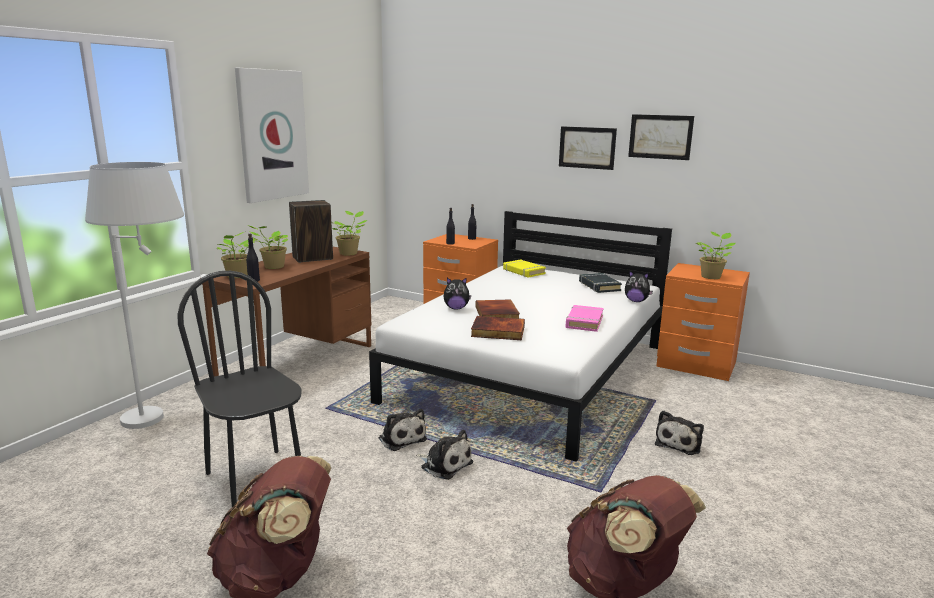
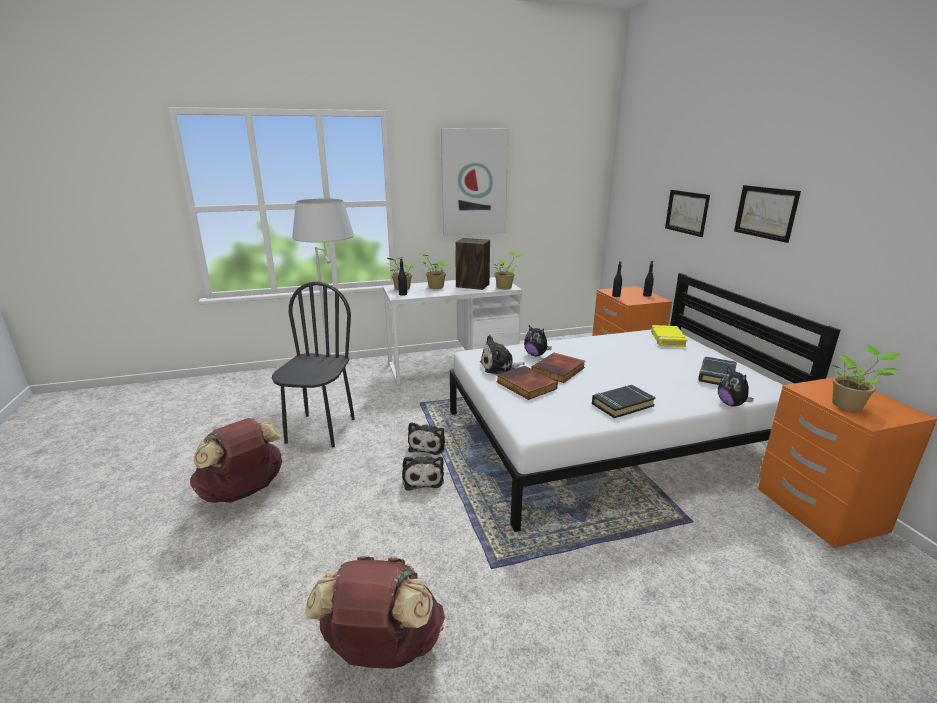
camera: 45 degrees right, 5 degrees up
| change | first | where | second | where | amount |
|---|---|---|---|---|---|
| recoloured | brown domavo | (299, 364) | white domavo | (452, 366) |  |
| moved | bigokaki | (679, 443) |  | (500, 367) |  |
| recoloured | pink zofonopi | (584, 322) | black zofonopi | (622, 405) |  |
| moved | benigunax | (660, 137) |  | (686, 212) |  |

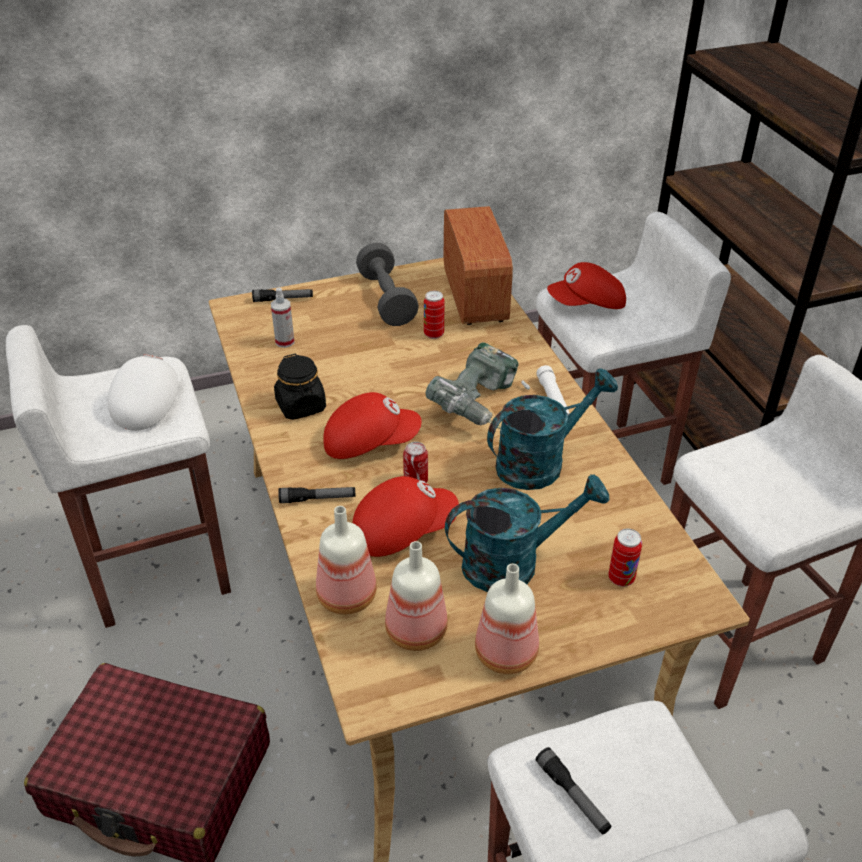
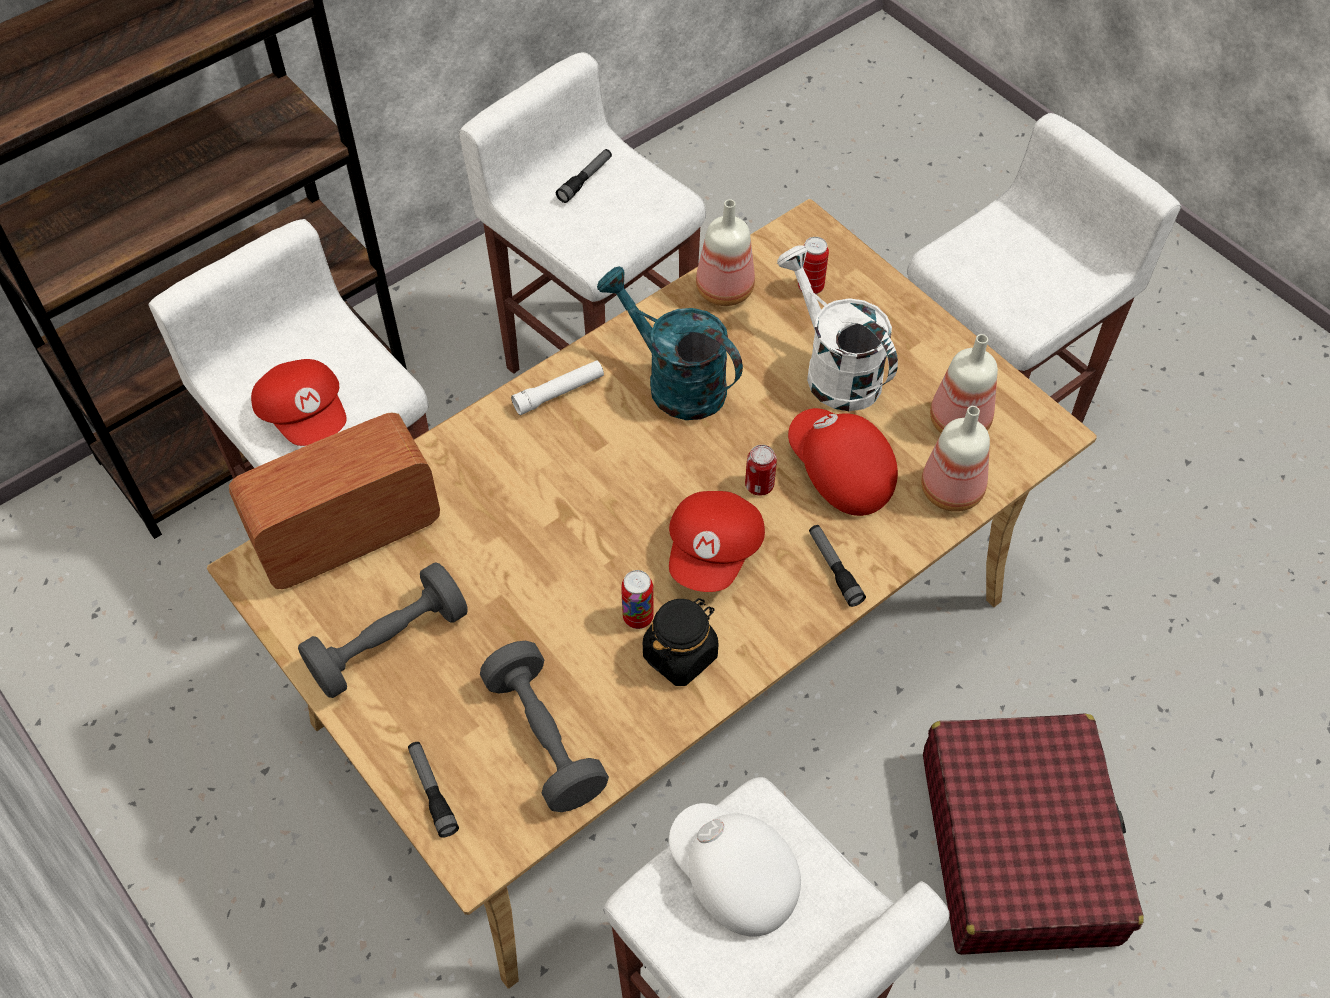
camera: 110 degrees left, 15 degrees up
| change | first | where | second | where | amount |
|---|---|---|---|---|---|
| replaced | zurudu | (285, 342) | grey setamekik | (545, 738) |  |
| moved | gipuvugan | (572, 796) |  | (585, 180) |  |
| moved | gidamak | (434, 334) |  | (638, 617) |  |
| turned | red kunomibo | (370, 442) |  | (714, 552) | 135 degrees counterclockwise |
| turned | white kunomibo | (149, 403) |  | (733, 877) | 45 degrees clockwise |
| moved | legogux | (505, 651) |  | (723, 290) |  |
| recoloured | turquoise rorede | (514, 562) | white rorede | (833, 369) |  |
| removed | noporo | (481, 406) |  |  |  |

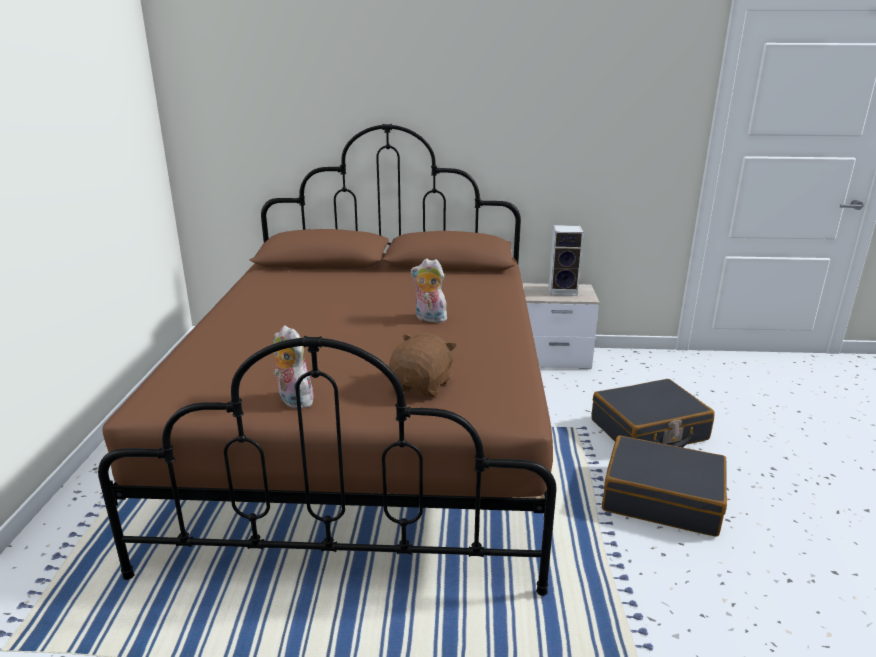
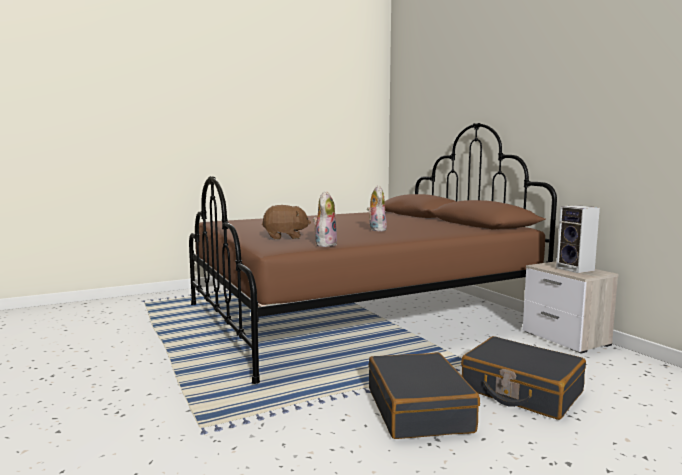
camera: 60 degrees right, 15 degrees down
| change | first | where | second | where | amount |
|---|---|---|---|---|---|
| moved | bigokaki | (292, 400) |  | (325, 244) |  |

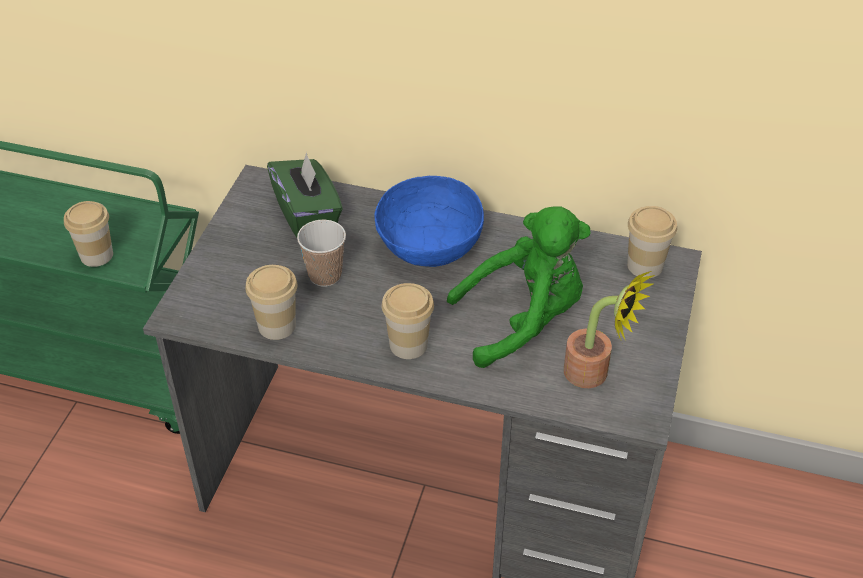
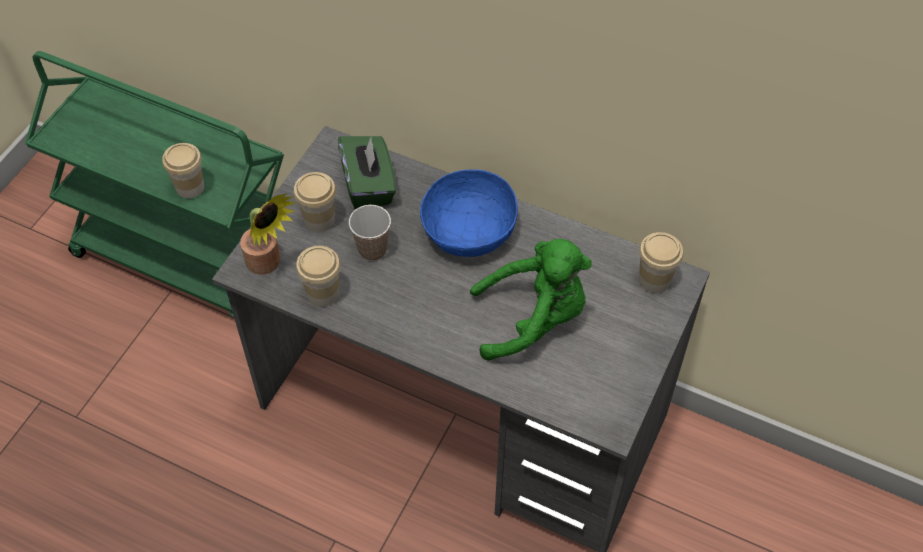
camera: 10 degrees right, 10 degrees up
| change | first | where | second | where | amount |
|---|---|---|---|---|---|
| moved | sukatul | (594, 375) |  | (268, 264) |  |
| moved | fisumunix | (408, 344) |  | (319, 219) |  |

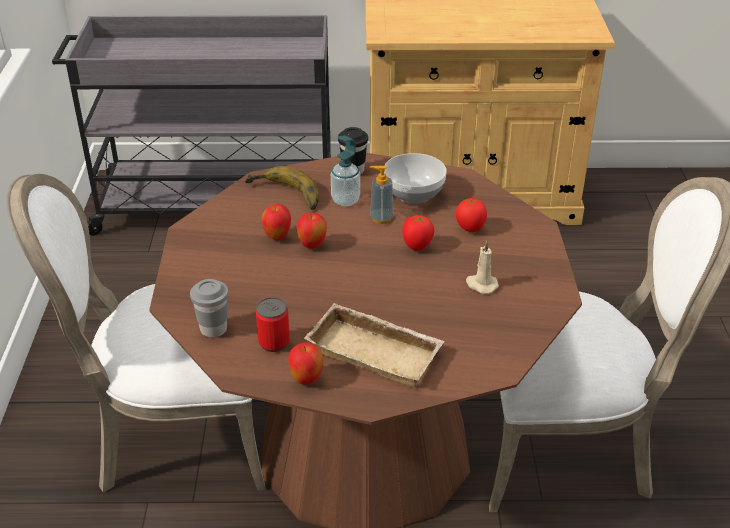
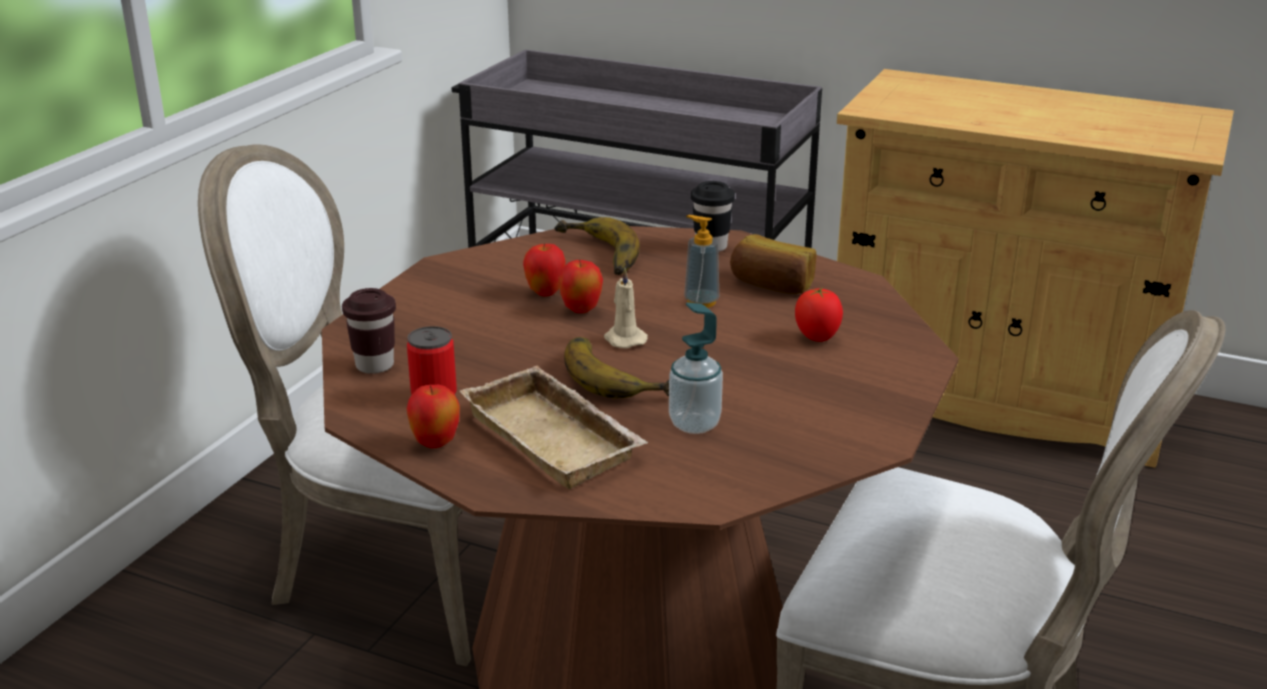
camera: 25 degrees right, 10 degrees down
| change | first | where | second | where | amount |
|---|---|---|---|---|---|
| recoloured | grey fisumunix | (213, 329) | brown fisumunix | (375, 365) |  |
| added |  |  | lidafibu | (619, 375) |  |
| moved | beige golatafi | (481, 284) |  | (624, 339) |  |
| moved | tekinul | (345, 200) |  | (694, 424) |  |
| replaced | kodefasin | (413, 193) | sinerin | (771, 285) |  |
| removed | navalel | (417, 247) |  |  |  |

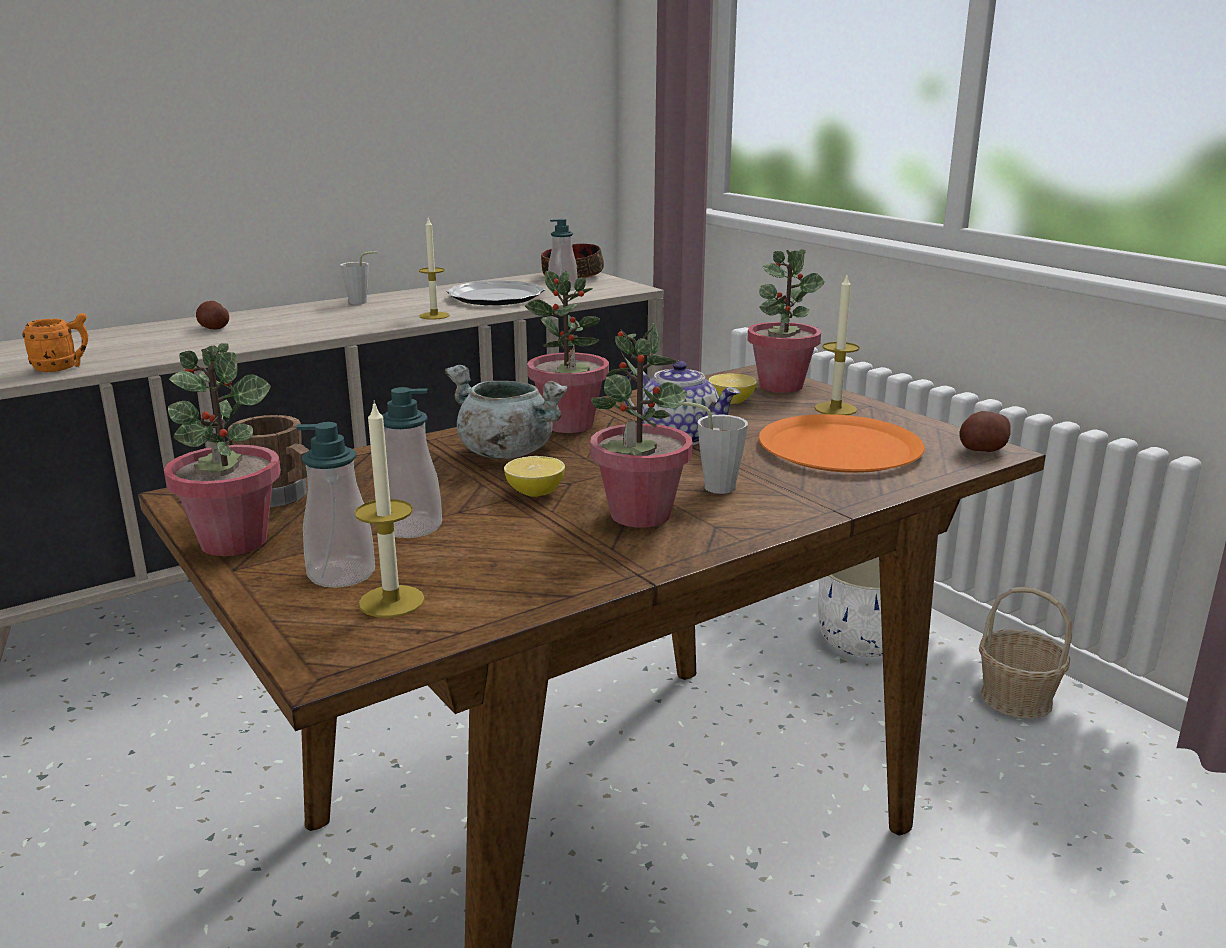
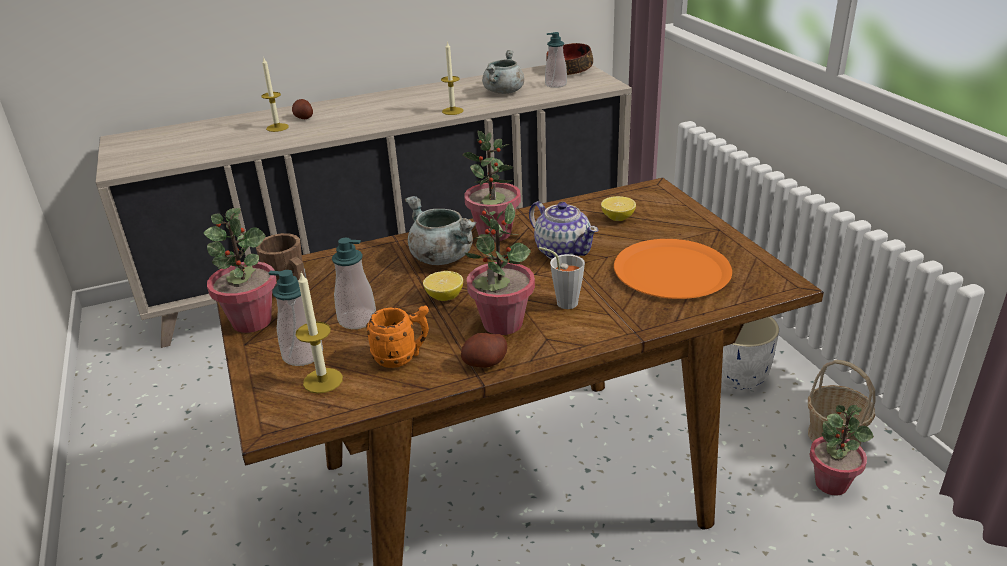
camera: 15 degrees right, 10 degrees up
| change | first | where | second | where | amount |
|---|---|---|---|---|---|
| moved | golatafi | (835, 409) |  | (277, 127) |  |
| moved | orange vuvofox | (63, 368) |  | (402, 357) |  |
| moved | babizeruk | (983, 450) |  | (485, 363) |  |
| replaced | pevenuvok | (496, 297) | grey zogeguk | (503, 92) |  |
| moved | sukatul | (781, 386) |  | (831, 483) |  |
| removed | grey fisumunix | (362, 302) |  |  |  |

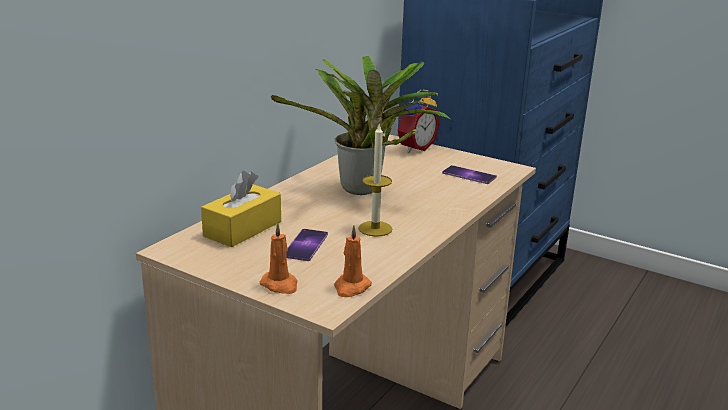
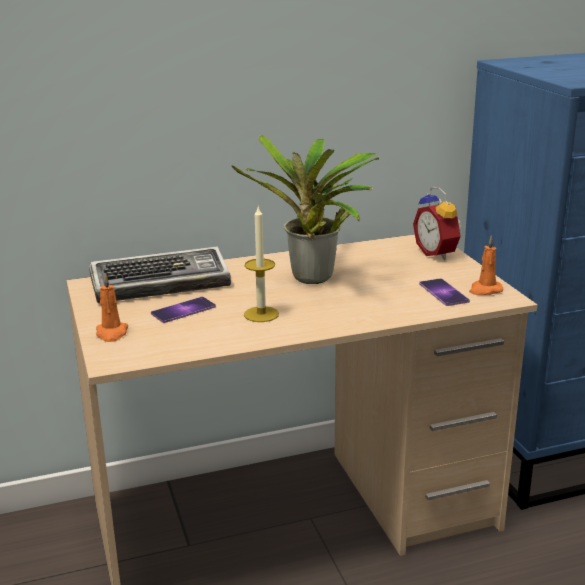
camera: 40 degrees right, 0 degrees up
| change | first | where | second | where | amount |
|---|---|---|---|---|---|
| replaced | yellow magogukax | (243, 229) | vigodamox | (162, 284) |  |
| turned | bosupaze | (414, 148) |  | (438, 253) | 75 degrees clockwise |
| moved | orange golatafi | (351, 287) |  | (485, 290) |  |

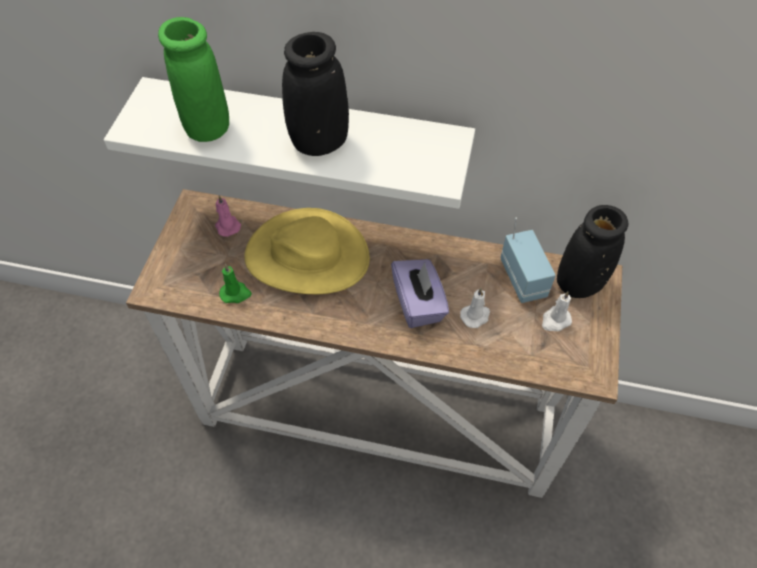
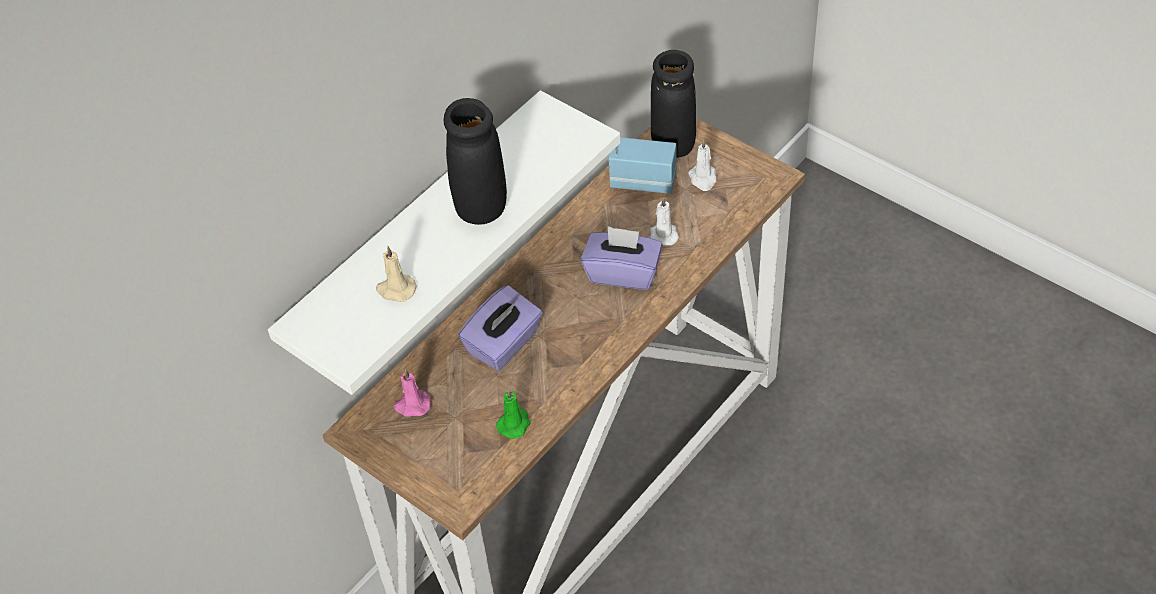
camera: 60 degrees left, 5 degrees down
| change | first | where | second | where | amount |
|---|---|---|---|---|---|
| replaced | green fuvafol | (207, 127) | beige golatafi | (396, 289) |  |
| replaced | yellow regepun | (307, 256) | purple magogukax | (504, 344) |  |

